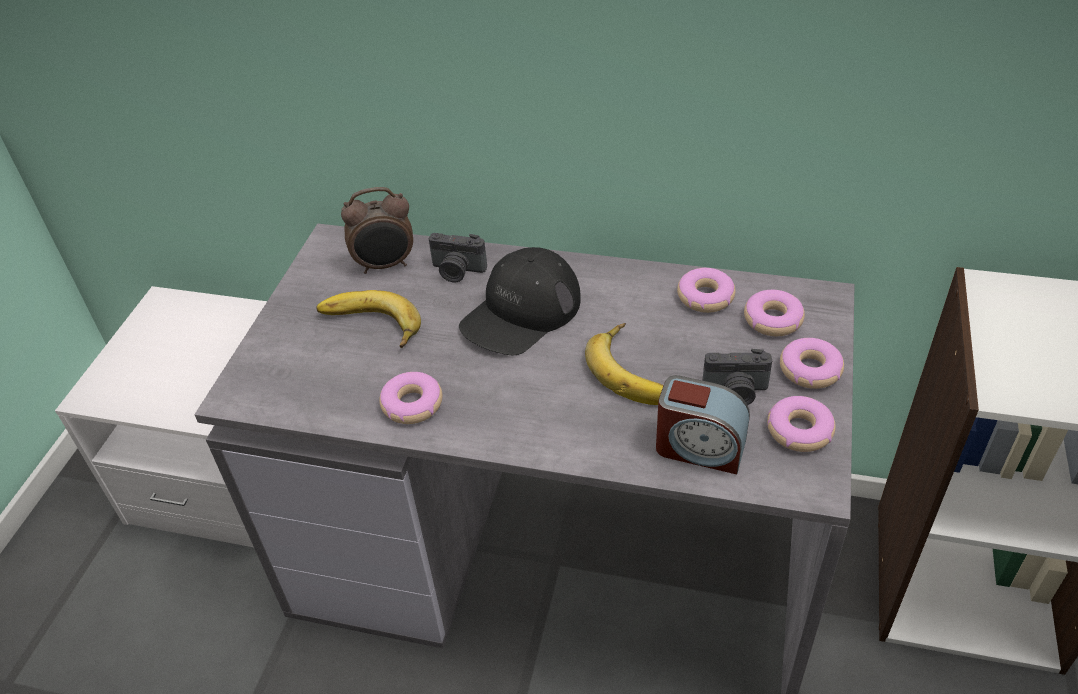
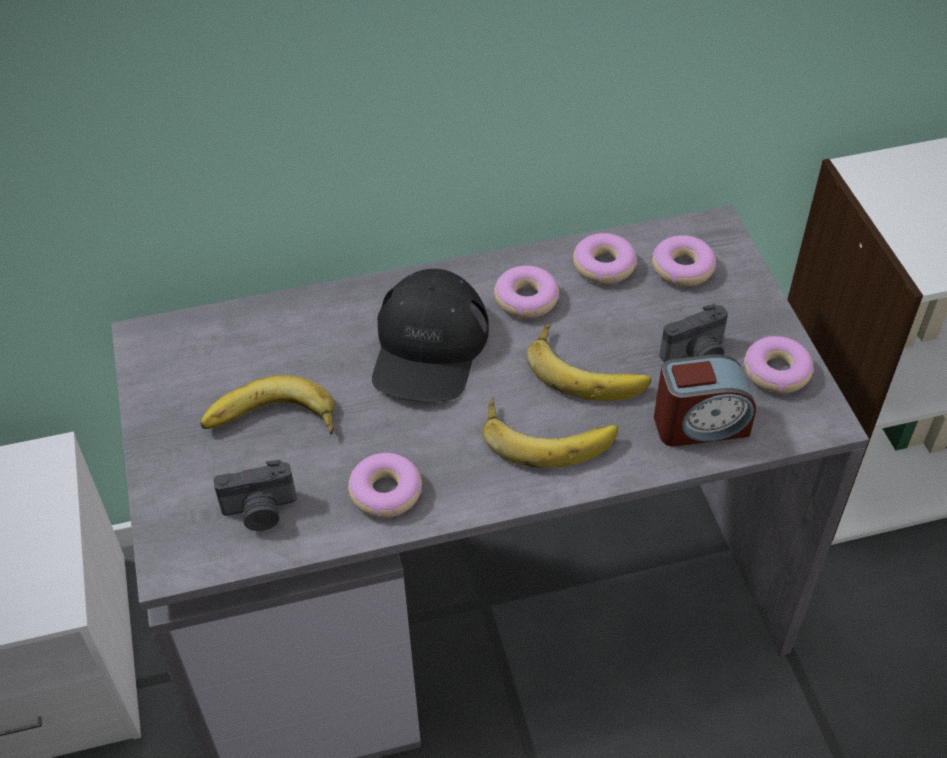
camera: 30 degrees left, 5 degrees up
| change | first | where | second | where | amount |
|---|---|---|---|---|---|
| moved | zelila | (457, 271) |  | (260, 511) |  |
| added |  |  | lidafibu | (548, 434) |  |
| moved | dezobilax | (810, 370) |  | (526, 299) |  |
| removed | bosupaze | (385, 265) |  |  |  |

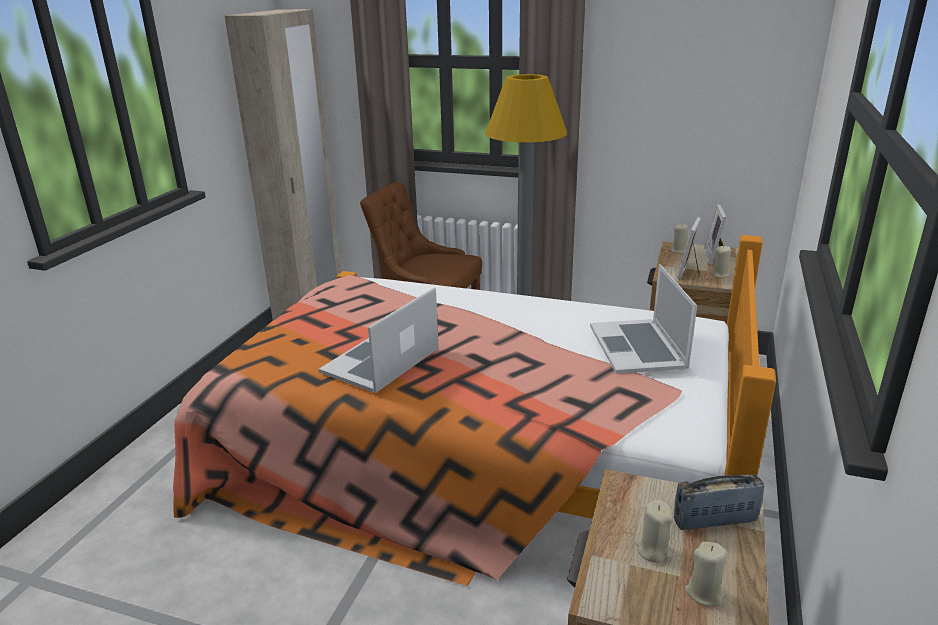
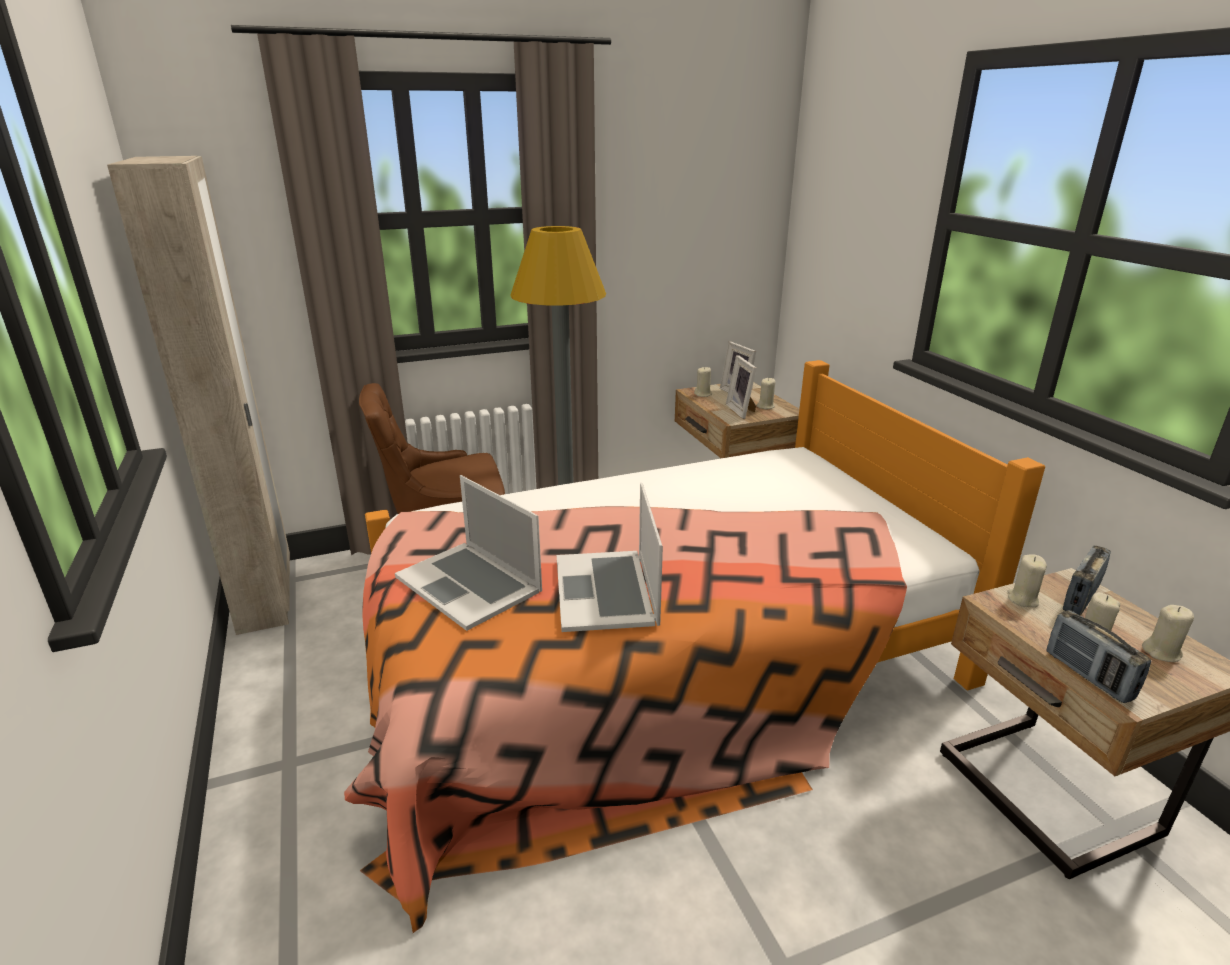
camera: 40 degrees left, 0 degrees up
| change | first | where | second | where | amount |
|---|---|---|---|---|---|
| moved | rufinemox | (638, 346) |  | (469, 583) |  |
| added |  |  | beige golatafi | (1022, 599) |  |
| added |  |  | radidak | (1088, 675) |  |

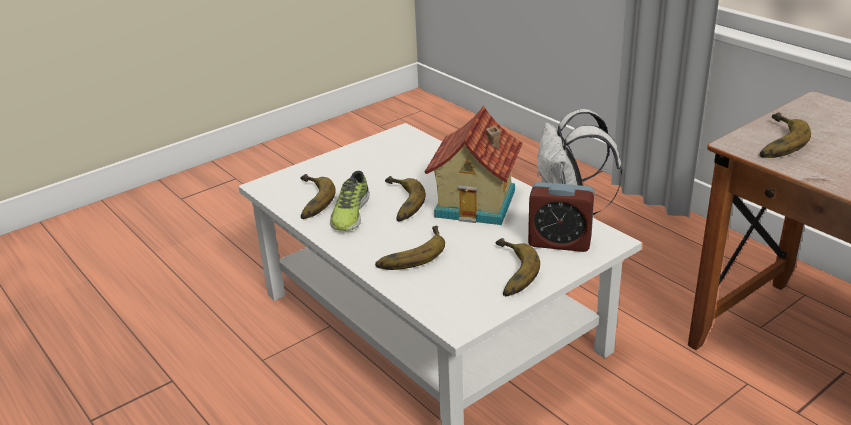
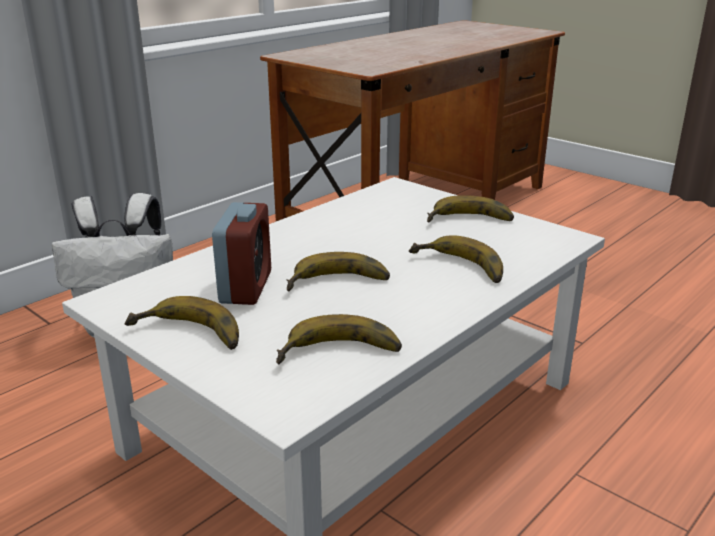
camera: 100 degrees left, 5 degrees down
| change | first | where | second | where | amount |
|---|---|---|---|---|---|
| moved | lidafibu | (773, 141) |  | (186, 336) |  |
| moved | bosupaze | (559, 242) |  | (246, 287) |  |
| removed | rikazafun | (350, 214) |  |  |  |
| removed | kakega | (478, 204) |  |  |  |

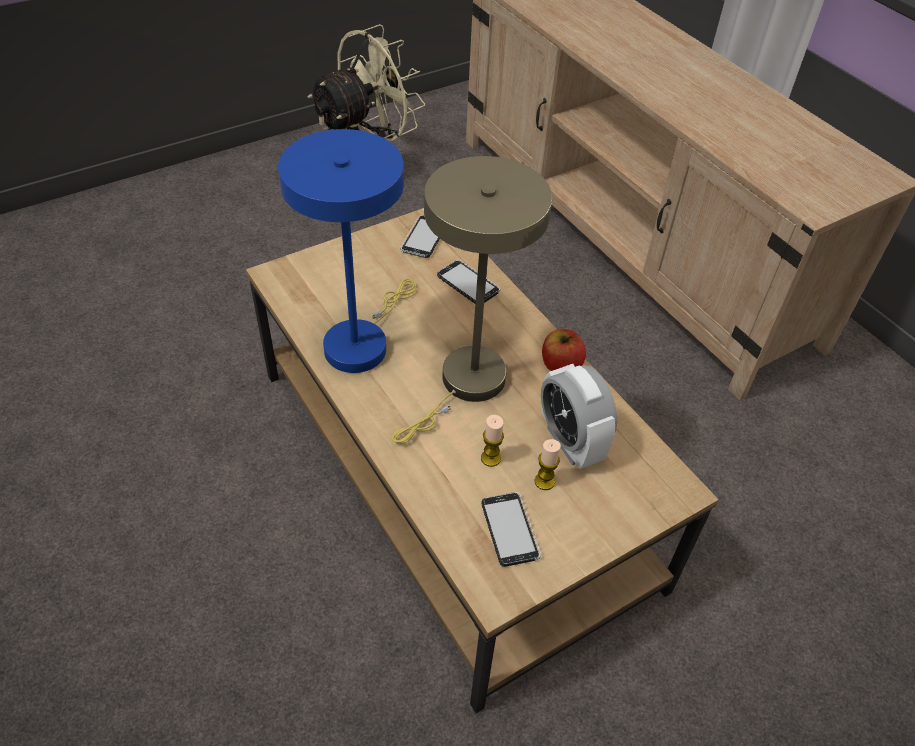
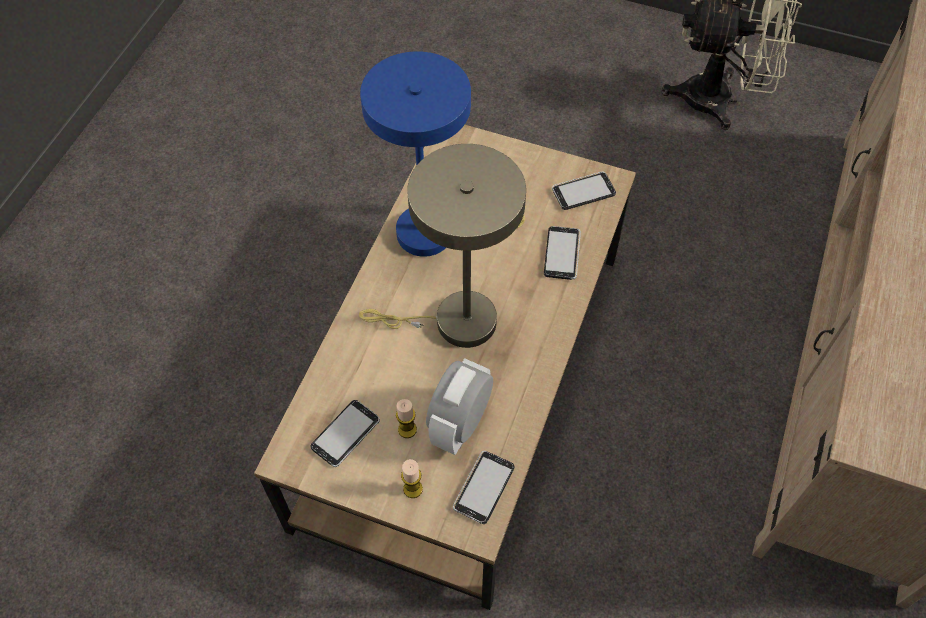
camera: 55 degrees right, 10 degrees up
| change | first | where | second | where | amount |
|---|---|---|---|---|---|
| moved | golatafi | (490, 458) |  | (413, 489) |  |
| added |  |  | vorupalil | (483, 488) |  |
| removed | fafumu | (560, 365) |  |  |  |

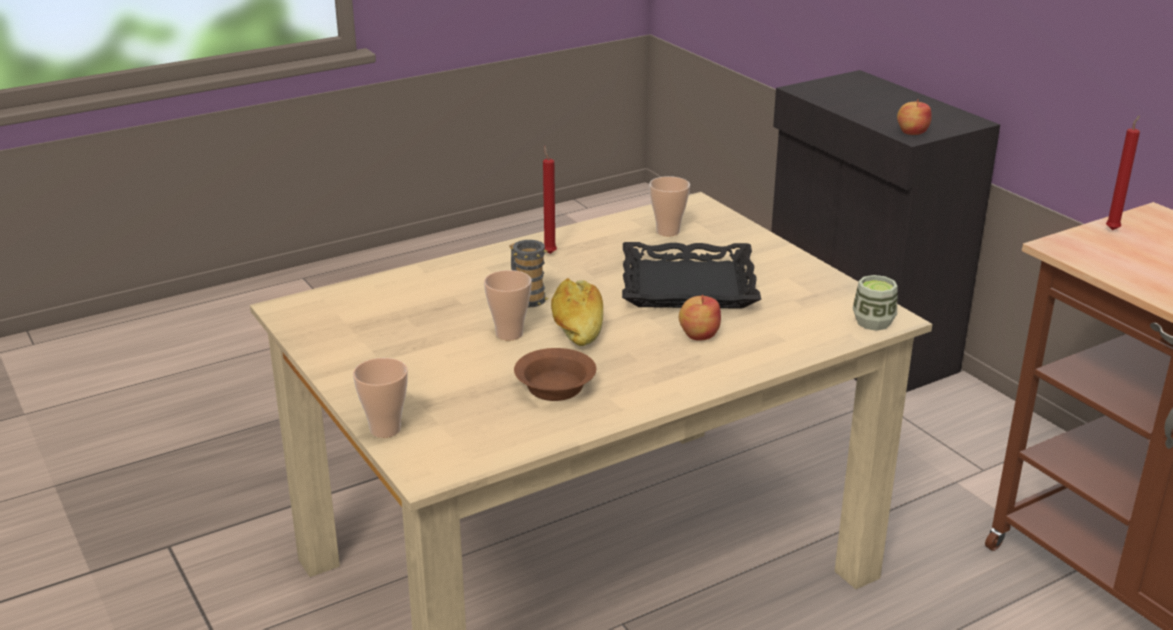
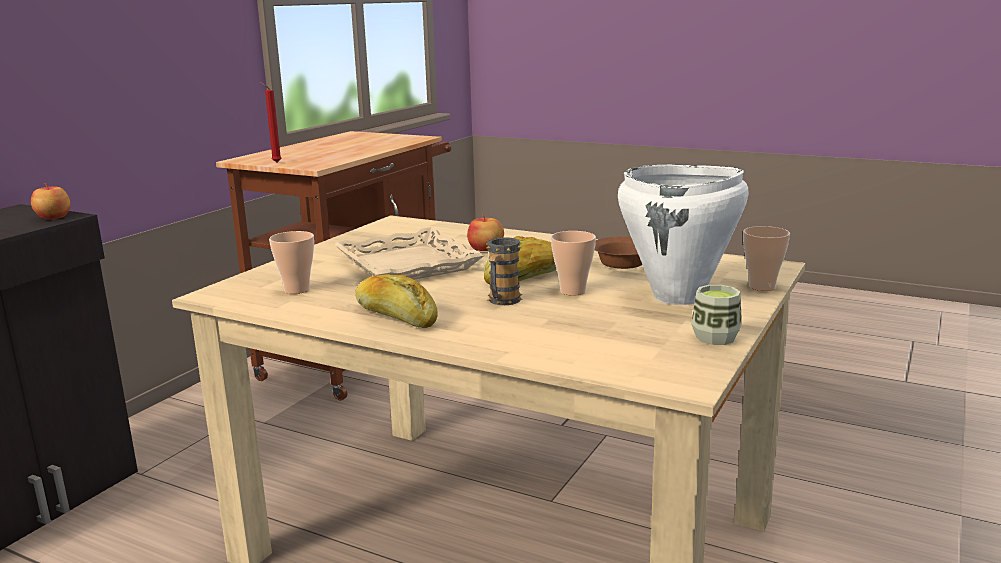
camera: 120 degrees left, 10 degrees down
| change | first | where | second | where | amount |
|---|---|---|---|---|---|
| recoloured | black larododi | (688, 285) | beige larododi | (406, 265) |  |
| replaced | red golatafi | (549, 252) | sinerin | (396, 317) |  |
| added |  |  | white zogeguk | (678, 297) |  |
| moved | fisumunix | (873, 322) |  | (715, 337) |  |

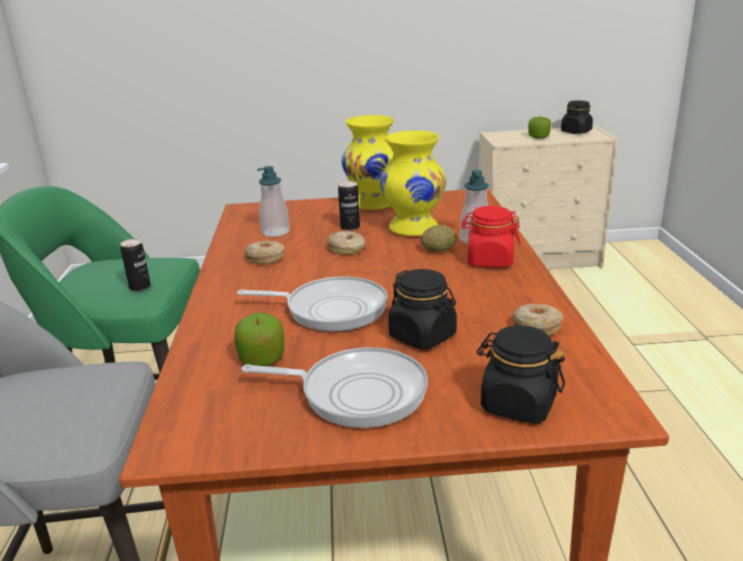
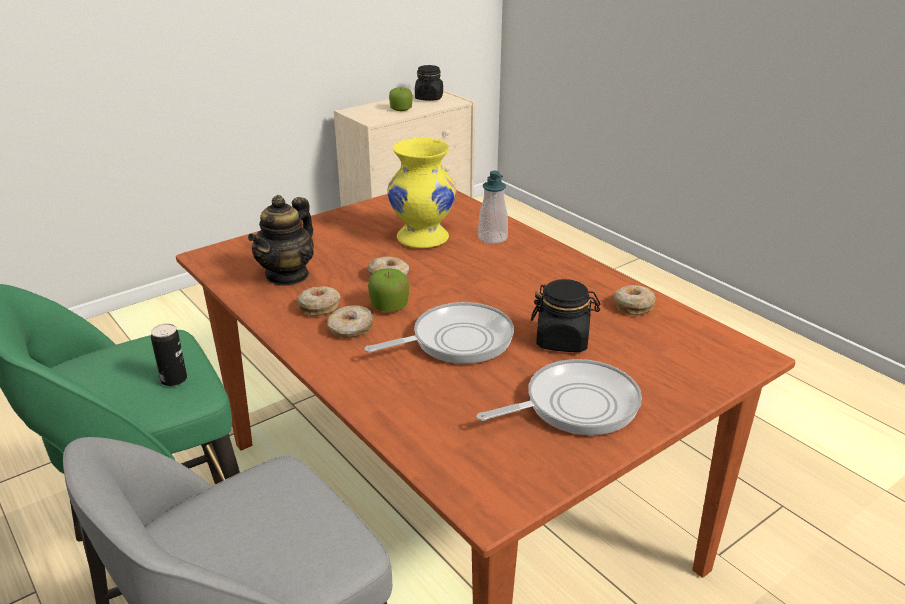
camera: 35 degrees left, 5 degrees up
| change | first | where | second | where | amount |
|---|---|---|---|---|---|
| replaced | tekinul | (275, 232) | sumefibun | (287, 275) |  |
| added |  |  | dezobilax | (350, 329) |  |
| moved | fafumu | (262, 359) |  | (389, 306) |  |
| removed | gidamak | (350, 227) |  |  |  |
| removed | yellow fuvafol | (372, 203) |  |  |  |
| removed | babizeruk | (438, 250) |  |  |  |
| removed | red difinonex | (489, 261) |  |  |  |
| removed | black difinonex | (518, 404) |  |  |  |

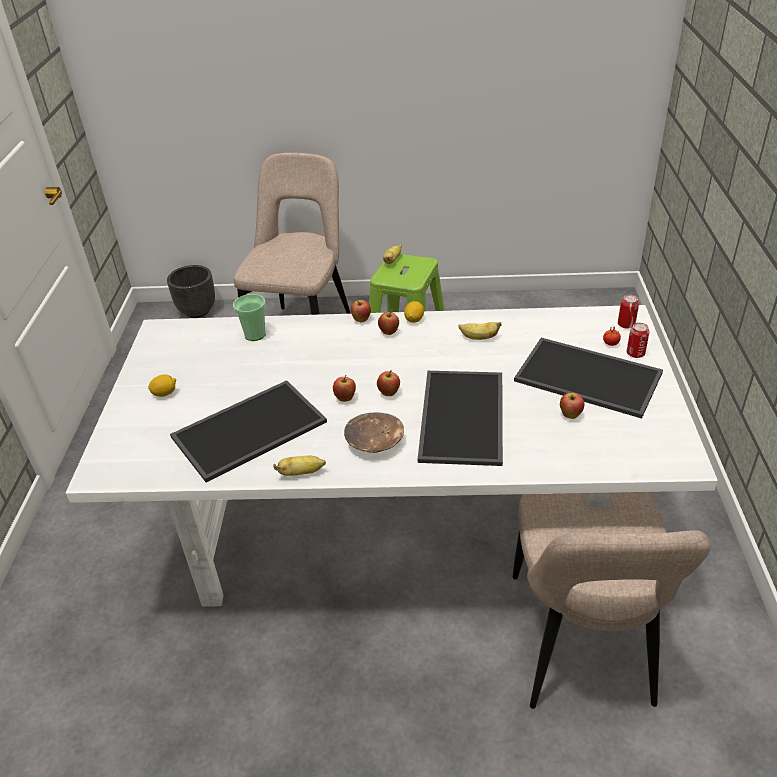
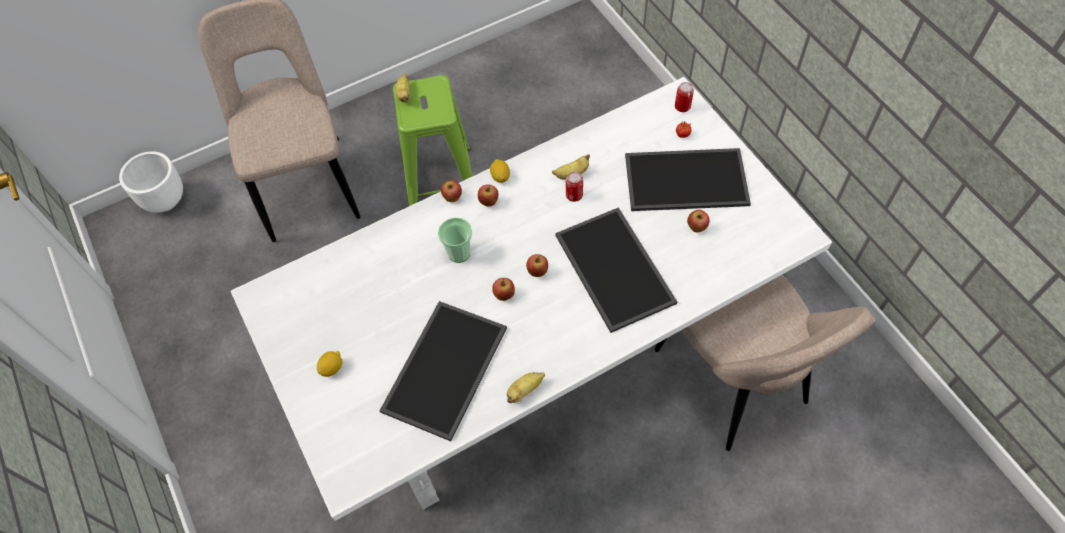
camera: 30 degrees left, 20 degrees up
| change | first | where | second | where | amount |
|---|---|---|---|---|---|
| recoloured | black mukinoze | (198, 311) | white mukinoze | (165, 200) |  |
| moved | fisumunix | (255, 335) |  | (459, 253) |  |
| moved | gidamak | (635, 354) |  | (574, 195) |  |
| removed | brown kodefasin | (375, 442) |  |  |  |

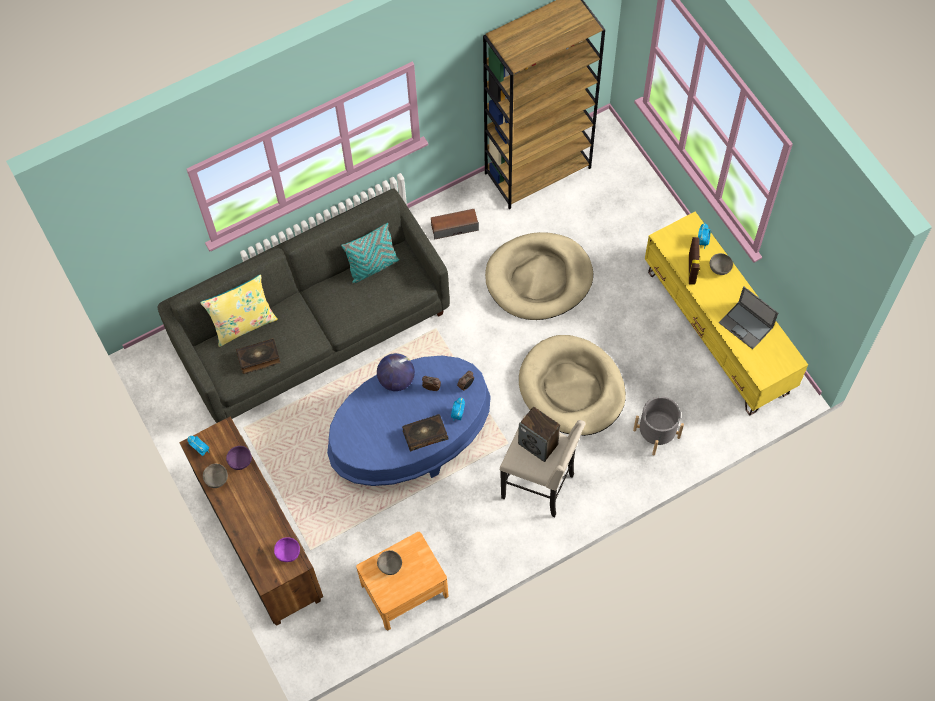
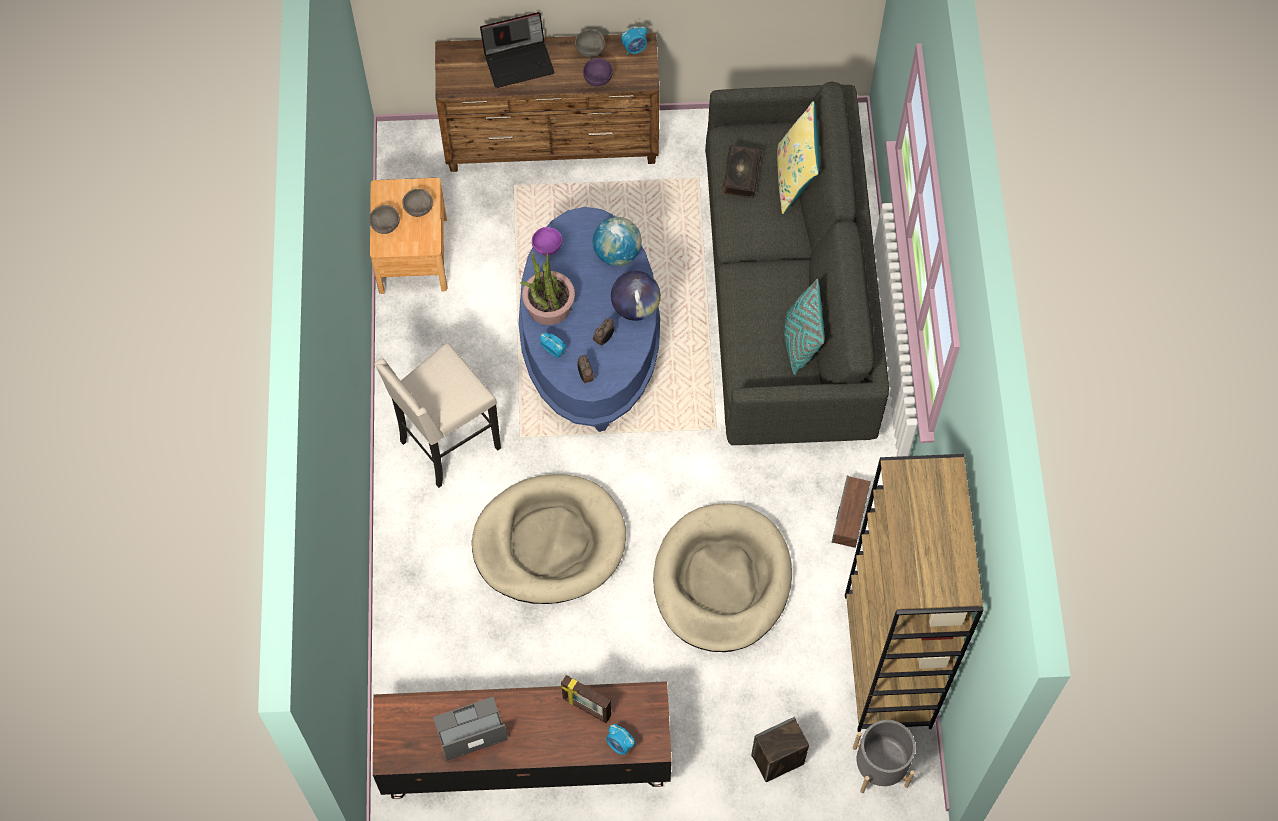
camera: 115 degrees right, 0 degrees up
| change | first | where | second | where | amount |
|---|---|---|---|---|---|
| moved | grey kodefasin | (720, 269) |  | (385, 226) |  |
| recoloured | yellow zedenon | (717, 332) | brown zedenon | (525, 758) |  |
| added |  |  | rufinemox | (519, 61) |  |
| replaced | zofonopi | (425, 434) | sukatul | (549, 306) |  |
| moved | purple kodefasin | (288, 553) |  | (548, 247) |  |
| added |  |  | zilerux | (617, 253) |  |
| moved | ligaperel | (538, 444) |  | (777, 760) |  |
| moved | grey mukinoze | (656, 433) |  | (880, 766) |  |

